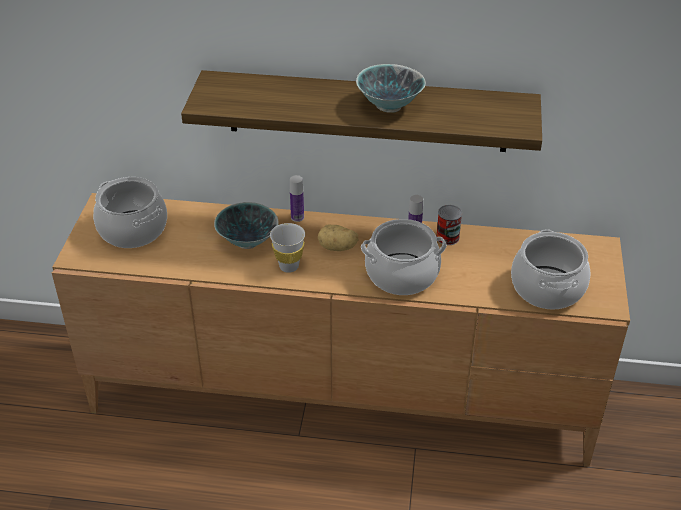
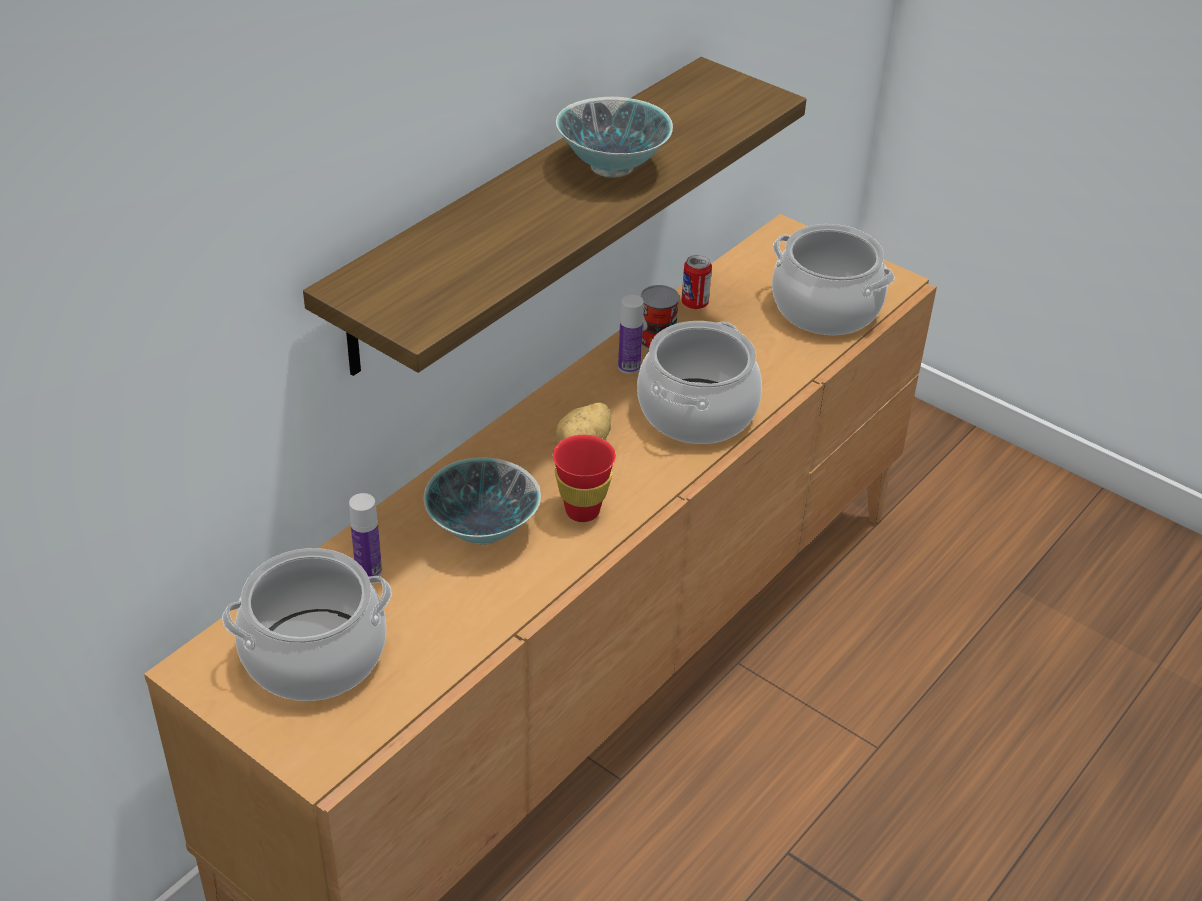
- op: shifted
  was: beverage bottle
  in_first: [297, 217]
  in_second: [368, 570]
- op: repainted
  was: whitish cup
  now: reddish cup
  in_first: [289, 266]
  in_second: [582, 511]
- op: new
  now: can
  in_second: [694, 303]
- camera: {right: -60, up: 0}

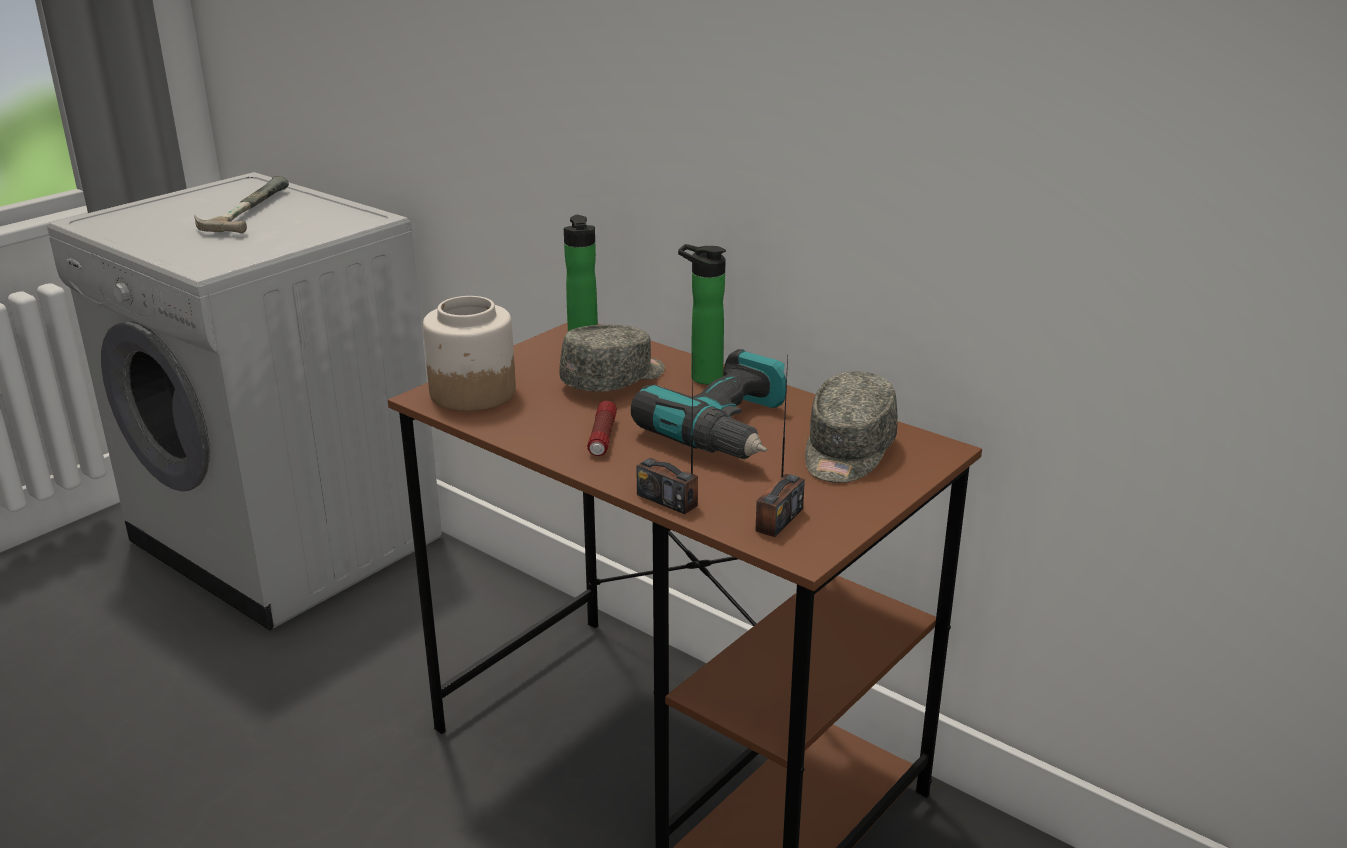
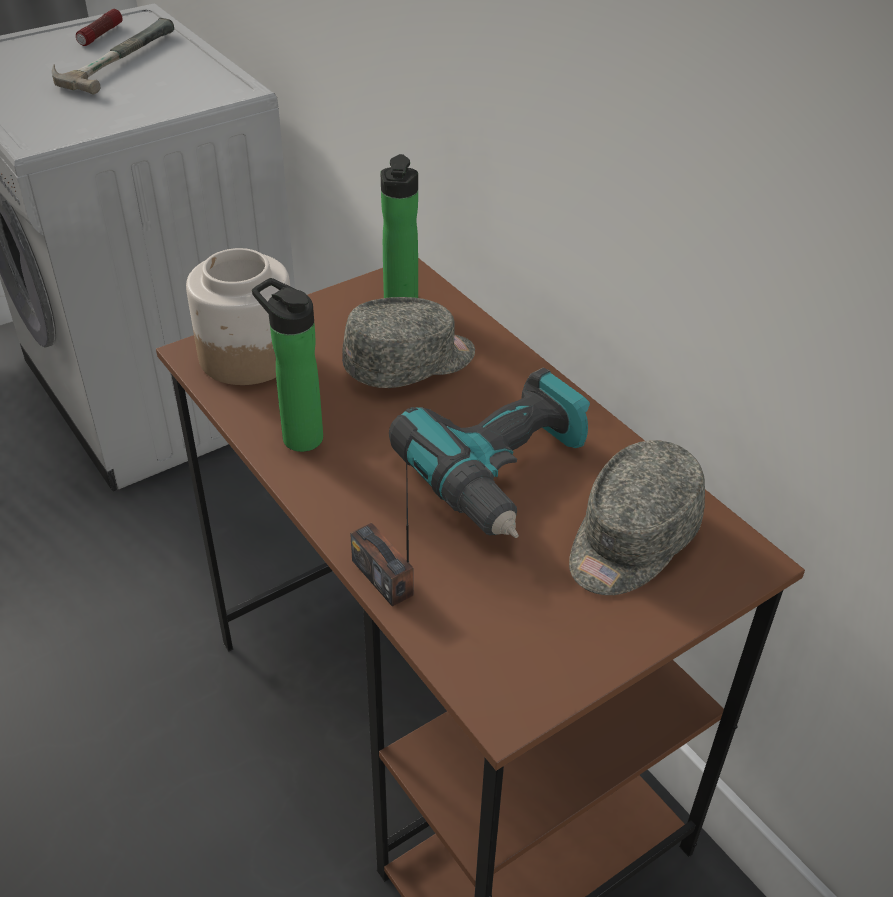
- op: shifted
  was: flashlight
  in_first: [602, 437]
  in_second: [100, 35]
- op: shifted
  was: beverage bottle
  in_first: [701, 377]
  in_second: [298, 436]
- op: gone
  was: radio
  in_first: [779, 519]
- camera: {right: 15, up: 15}

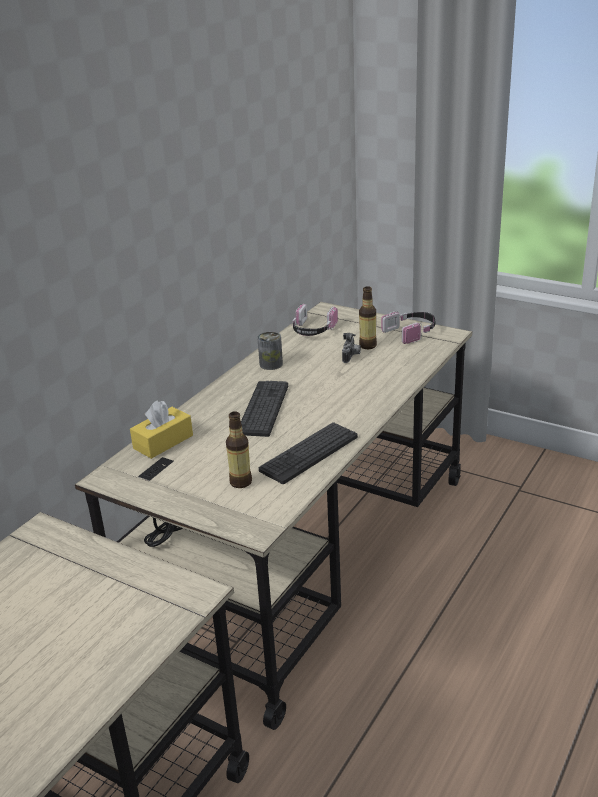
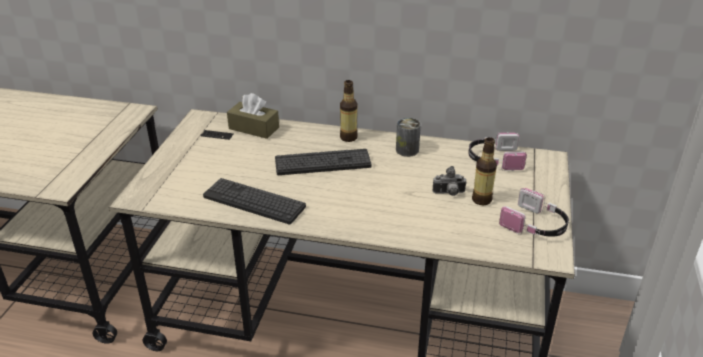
- op: repainted
  was: yellowish tissue box
  now: brown tissue box
  in_first: [163, 442]
  in_second: [254, 128]
- op: shifted
  was: beverage bottle
  in_first: [240, 482]
  in_second: [348, 137]
- camera: {right: 70, up: 5}

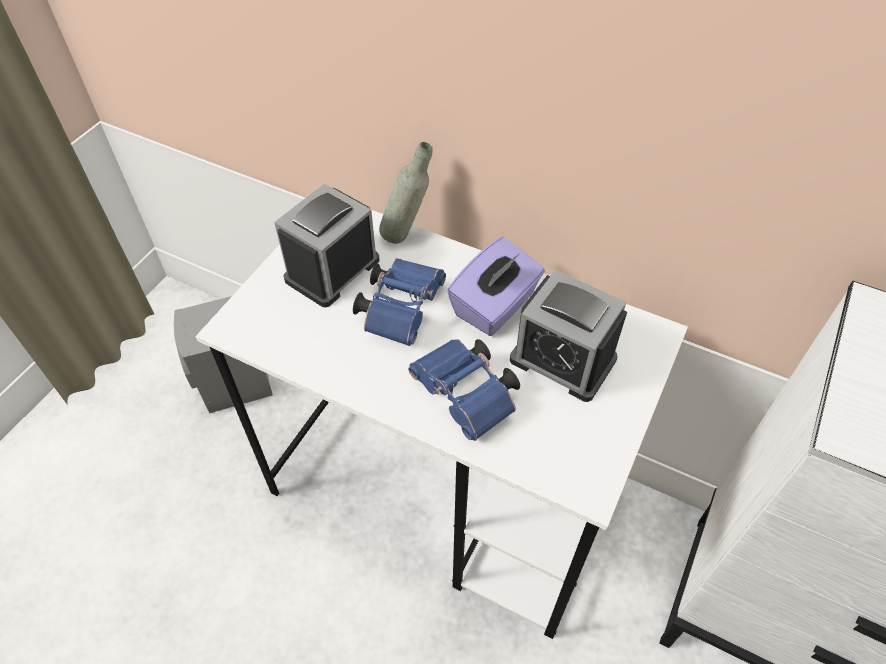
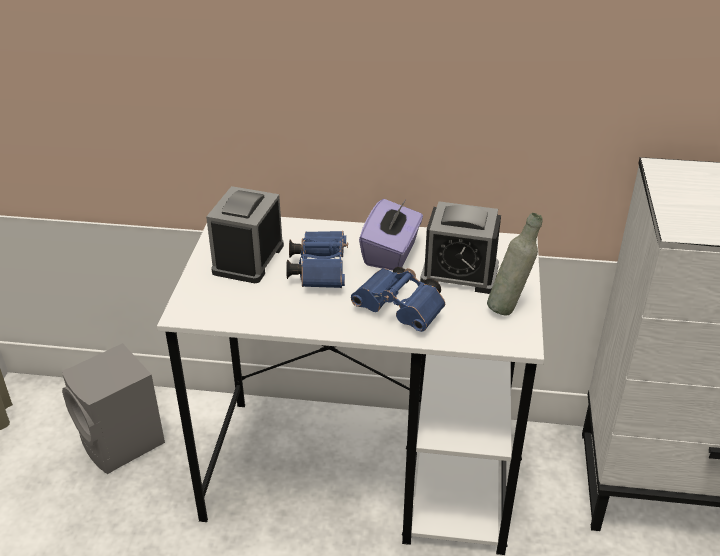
- op: shifted
  was: gray beverage bottle
  in_first: [407, 235]
  in_second: [509, 307]
- camera: {right: -20, up: -15}

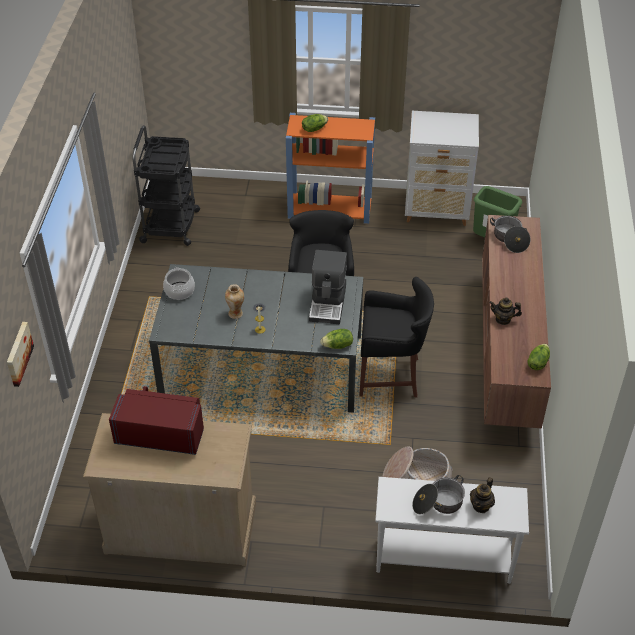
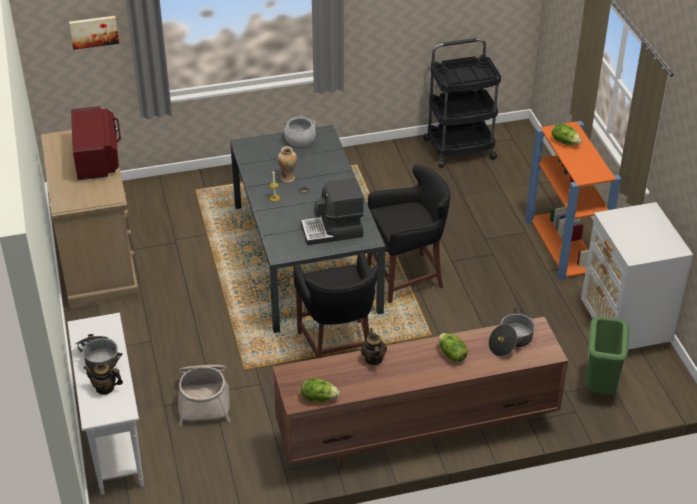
- op: shifted
  was: head of lettuce
  in_first: [337, 346]
  in_second: [451, 355]
- camera: {right: 70, up: -5}

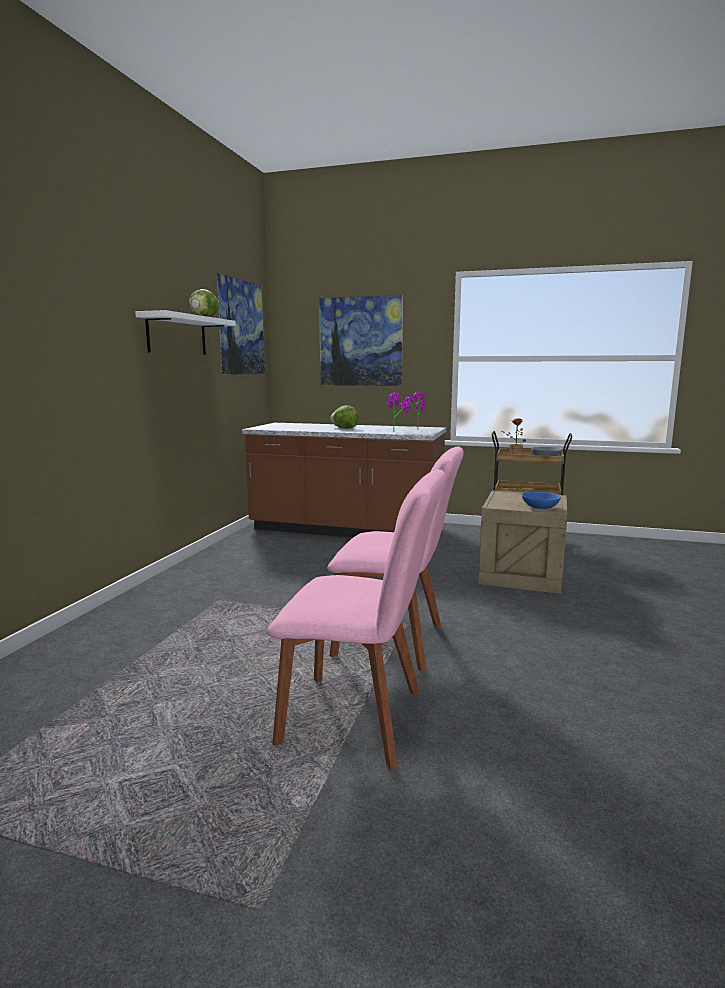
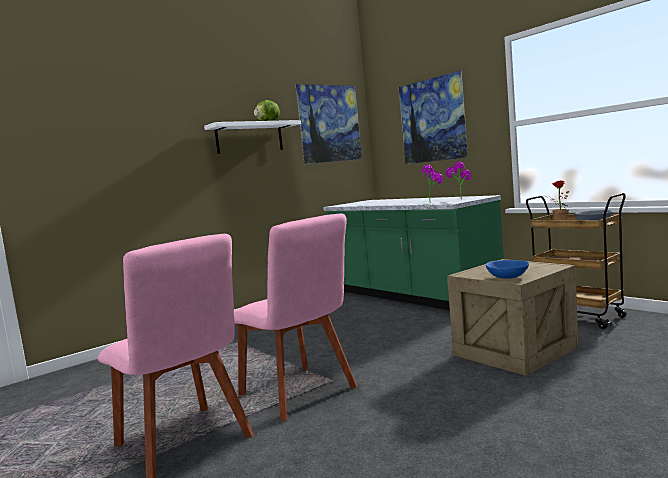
- op: repainted
  was: brown kitchen counter
  now: greenish kitchen counter
  in_first: [346, 530]
  in_second: [412, 296]
- op: gone
  was: head of lettuce
  in_first: [344, 428]
- camera: {right: 35, up: -5}

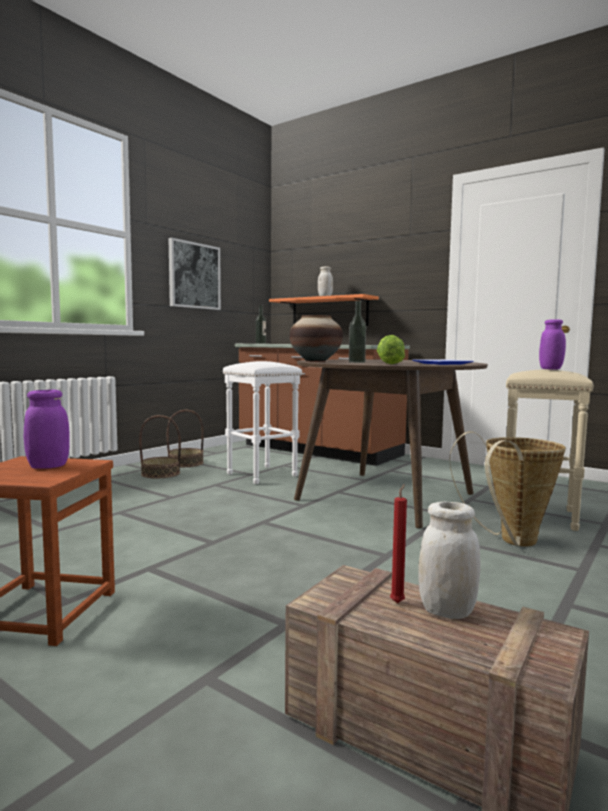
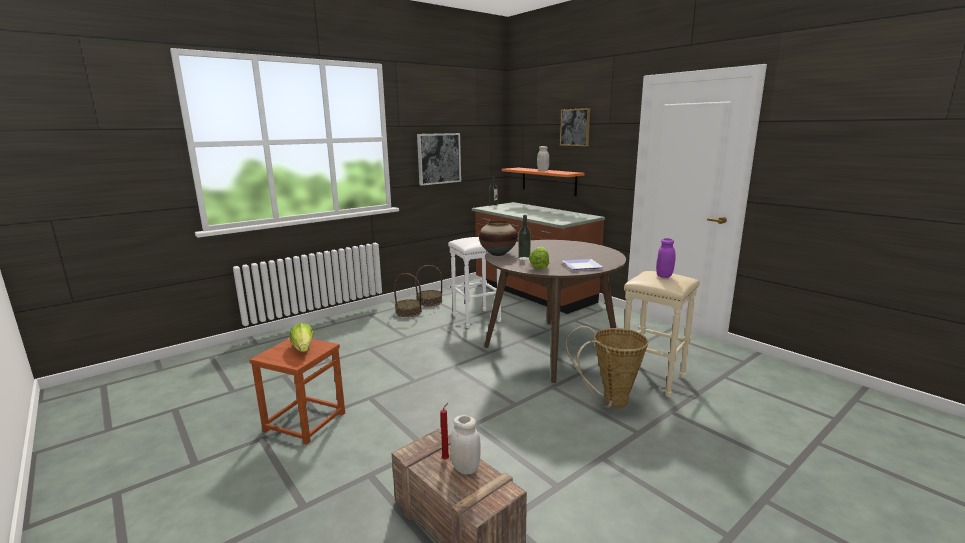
- op: swapped
  was: purple-coloured storage jar
  now: head of lettuce
  in_first: [48, 466]
  in_second: [303, 348]
- op: new
  now: picture
  in_second: [575, 127]
- camera: {right: 15, up: 10}

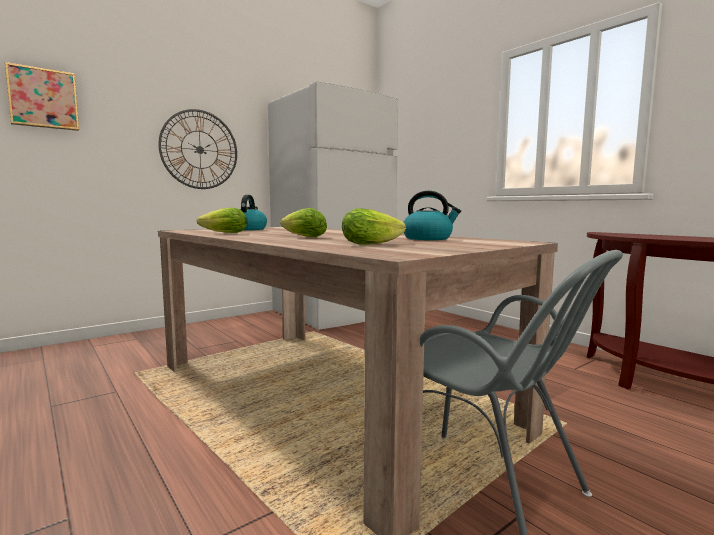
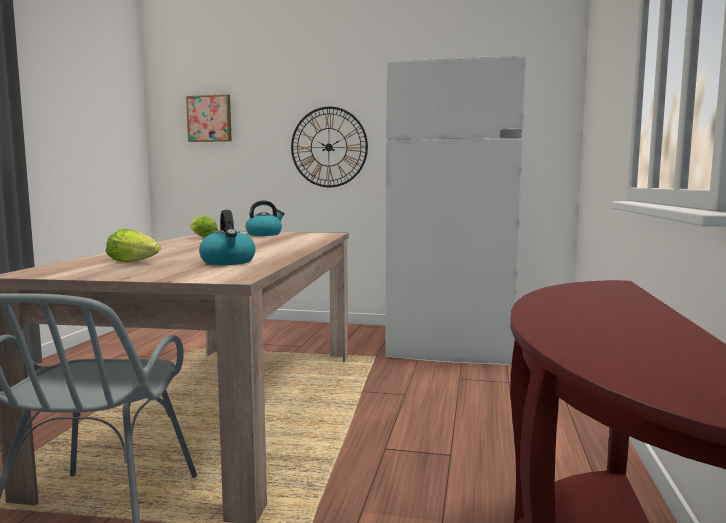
- op: gone
  was: head of lettuce
  in_first: [301, 237]
- camera: {right: 50, up: 0}

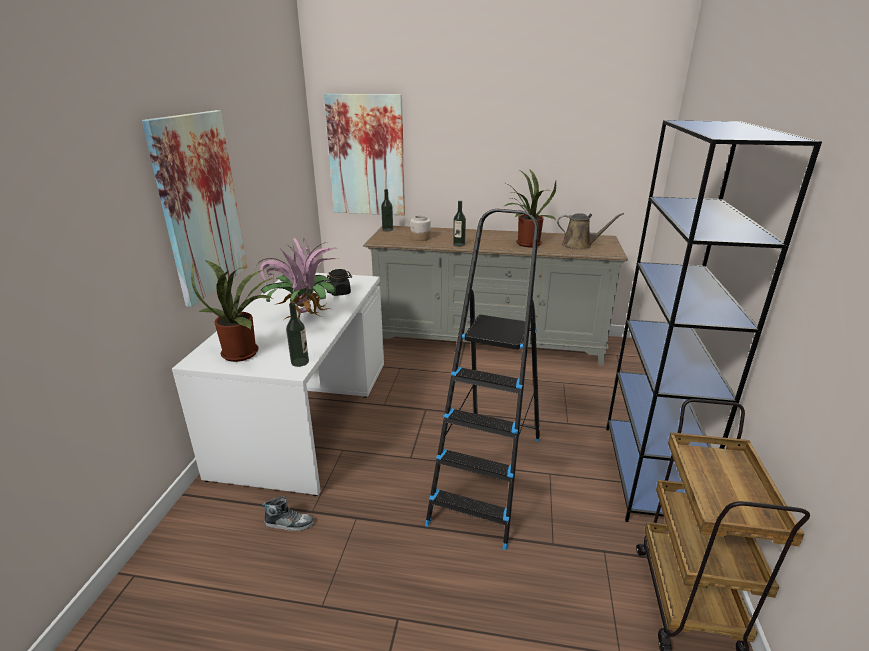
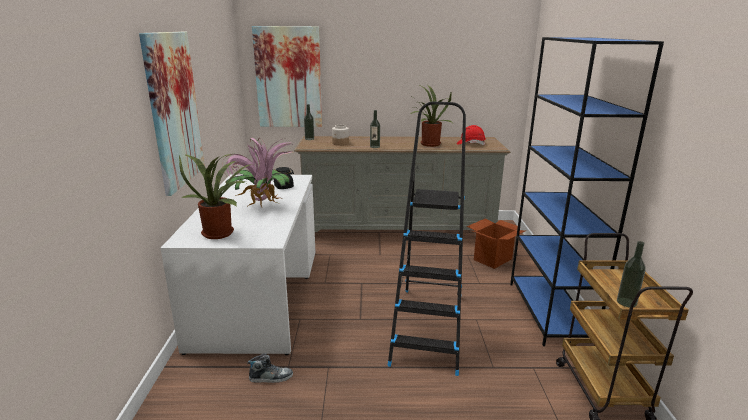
- op: swapped
  was: brown watering can
  now: reddish work helmet
  in_first: [580, 245]
  in_second: [470, 144]
- op: new
  now: cardboard box
  in_second: [492, 259]
- op: shifted
  was: beverage bottle
  in_first: [300, 362]
  in_second: [626, 302]
- camera: {right: -10, up: -5}

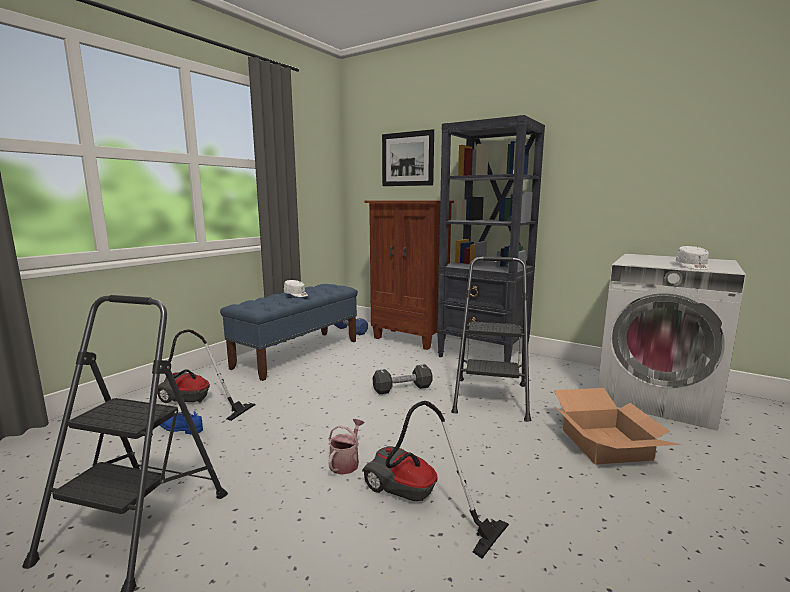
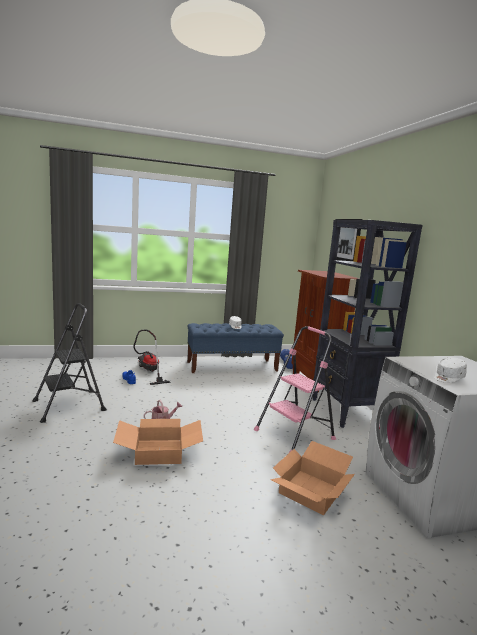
- op: swapped
  was: vacuum cleaner
  now: cardboard box
  in_first: [415, 502]
  in_second: [159, 451]
- op: repainted
  was: black stepladder
  now: pink stepladder
  in_first: [491, 396]
  in_second: [296, 433]
- op: gone
  was: black free weight
  in_first: [402, 389]
- camera: {right: 40, up: 0}

